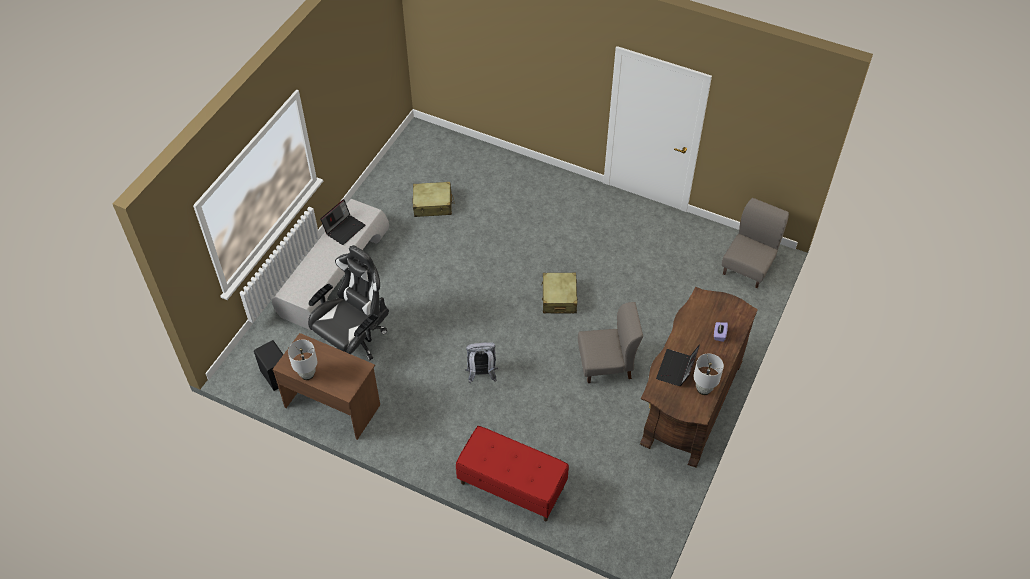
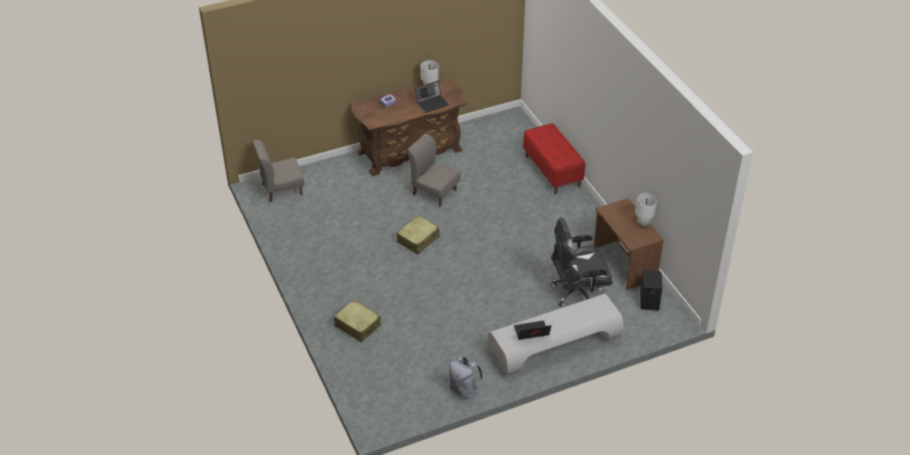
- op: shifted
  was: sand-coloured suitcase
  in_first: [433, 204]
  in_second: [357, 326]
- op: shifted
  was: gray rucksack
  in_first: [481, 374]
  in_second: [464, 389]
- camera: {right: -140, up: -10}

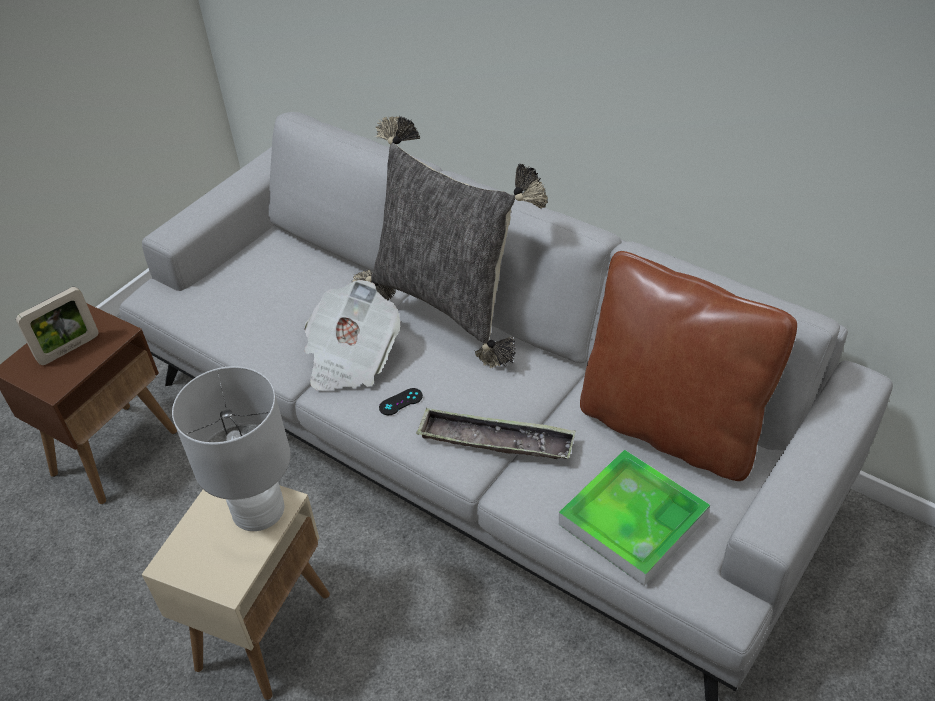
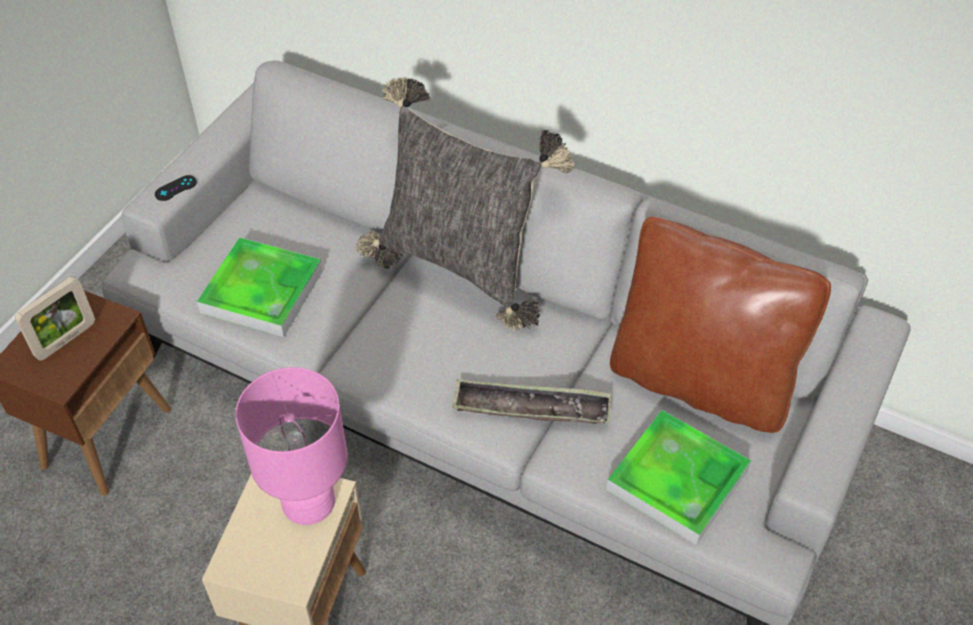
- op: shifted
  was: black game controller
  in_first: [401, 402]
  in_second: [175, 188]
- op: new
  now: carrying tray
  in_second: [262, 291]
- op: repainted
  was: gray table lamp
  now: pink table lamp
  in_first: [257, 509]
  in_second: [307, 501]
- op: gone
  was: printed paper
  in_first: [351, 358]
- camera: {right: -10, up: 5}

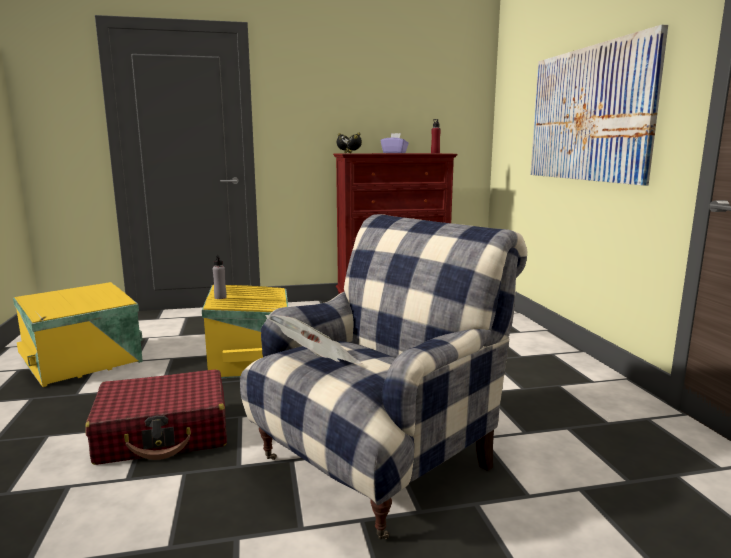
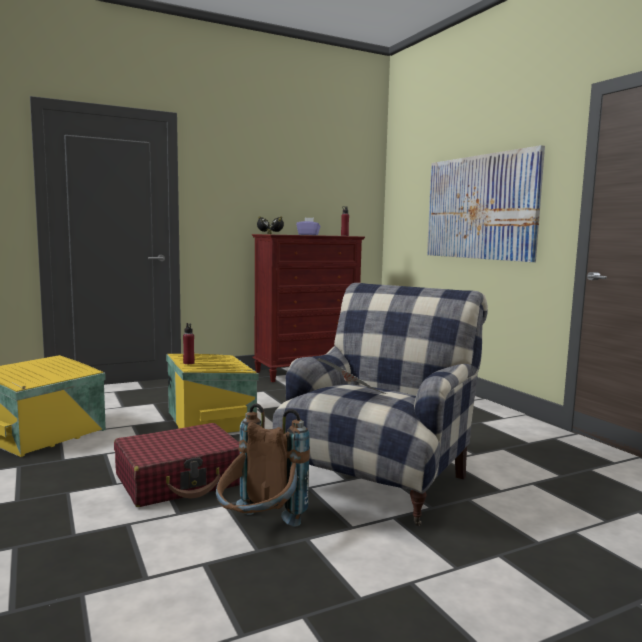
- op: repainted
  was: gray beverage bottle
  now: reddish beverage bottle
  in_first: [220, 297]
  in_second: [188, 363]
- op: new
  now: brown rucksack
  in_second: [259, 530]
- camera: {right: -15, up: -5}

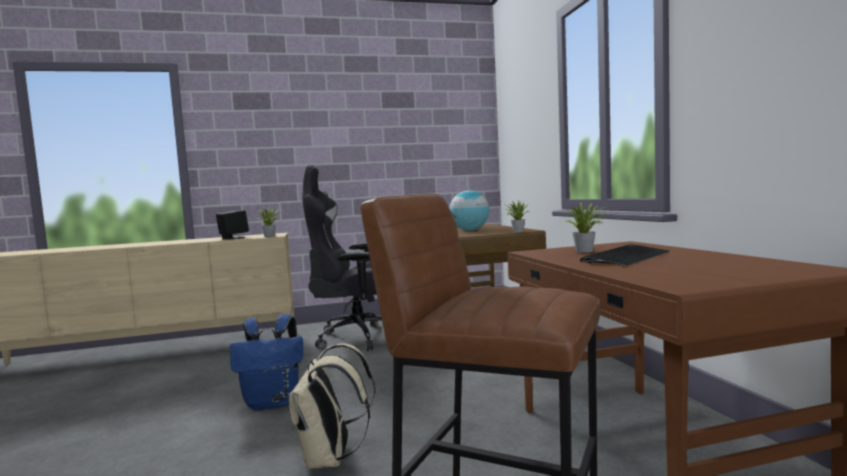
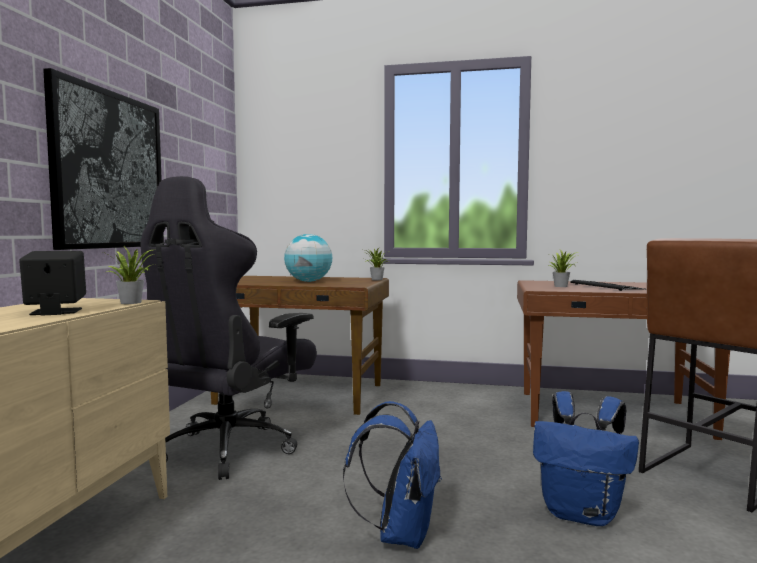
- op: new
  now: picture
  in_second: [109, 170]
- op: repainted
  was: sand-coloured rucksack
  now: bluish rucksack
  in_first: [331, 459]
  in_second: [582, 513]
- camera: {right: -65, up: 0}

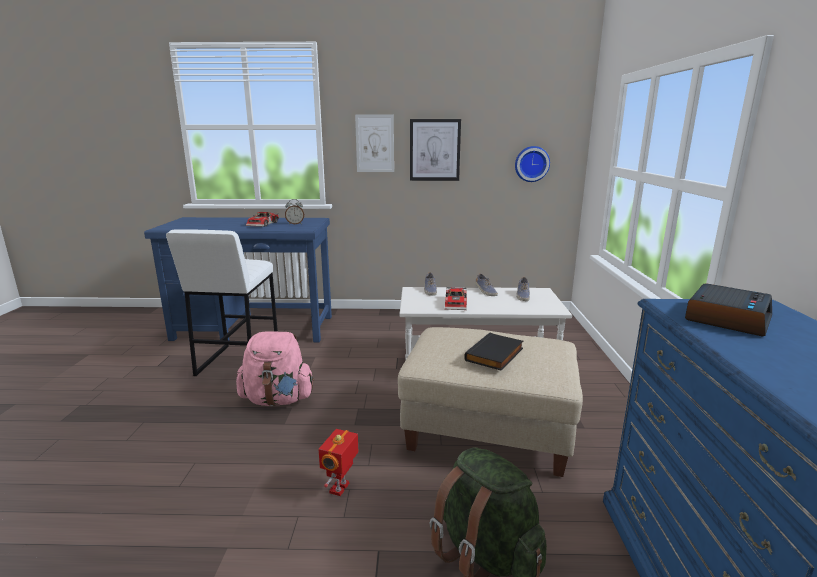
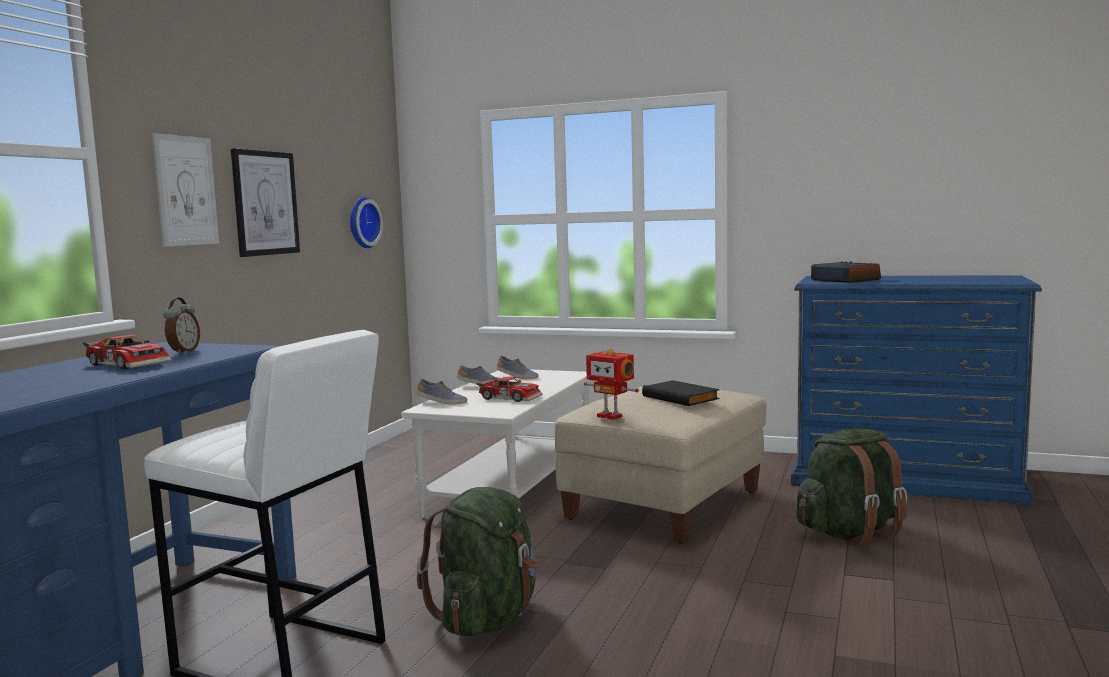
- op: repainted
  was: pink rucksack
  now: greenish rucksack
  in_first: [278, 399]
  in_second: [487, 619]
- op: shifted
  was: robot figure
  in_first: [340, 488]
  in_second: [610, 416]
- camera: {right: -70, up: -10}

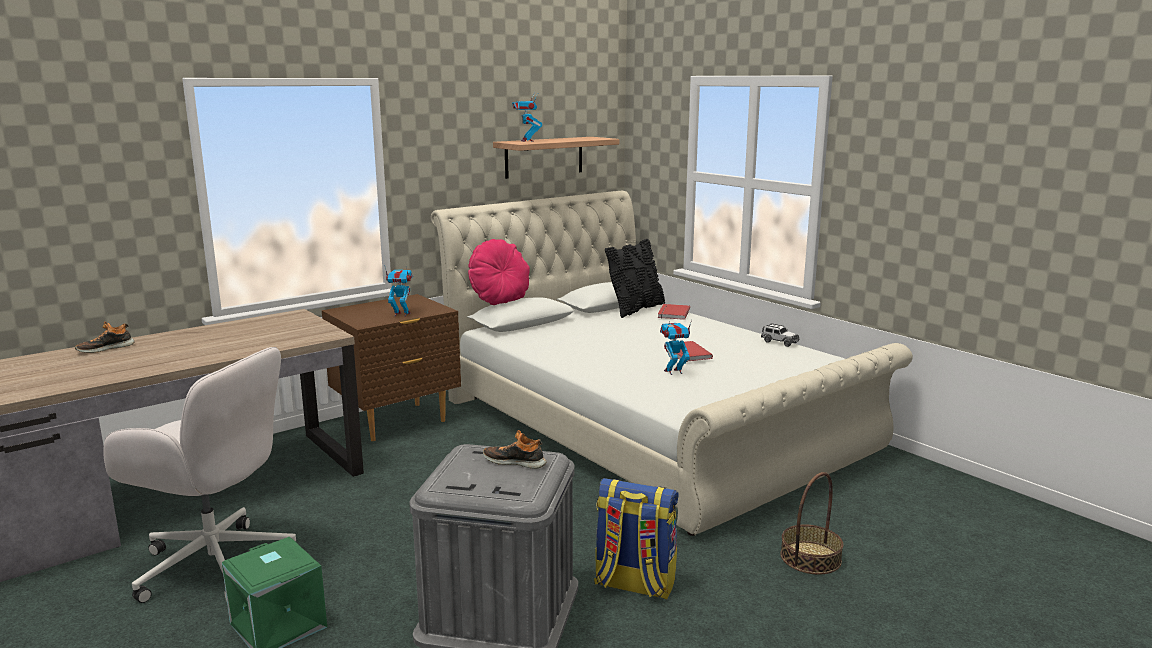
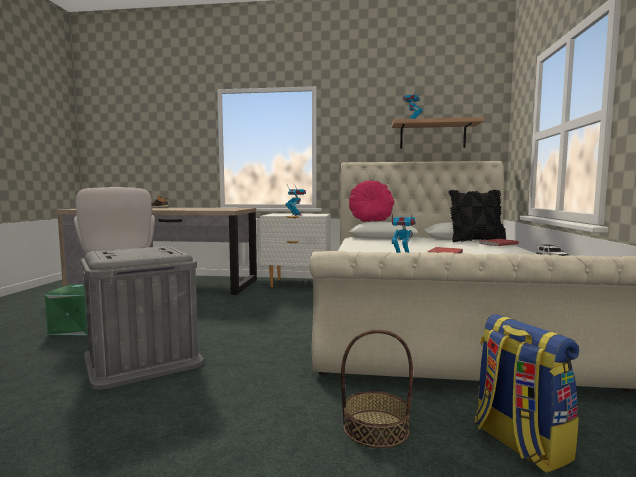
- op: repainted
  was: brown bedside table
  now: whitish bedside table
  in_first: [397, 422]
  in_second: [297, 284]
- op: shifted
  was: rucksack
  in_first: [634, 584]
  in_second: [519, 443]
- op: gone
  was: low shoe
  in_first: [515, 462]
- camera: {right: 45, up: -10}

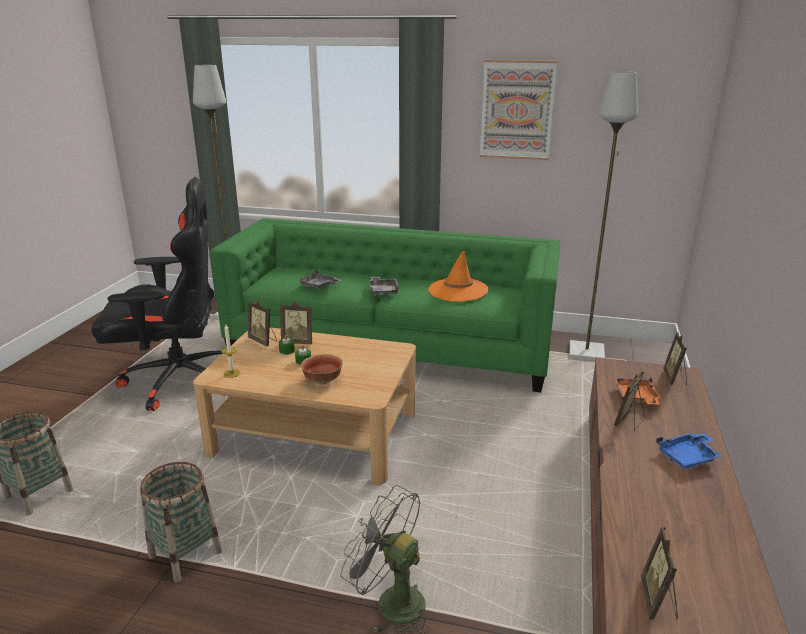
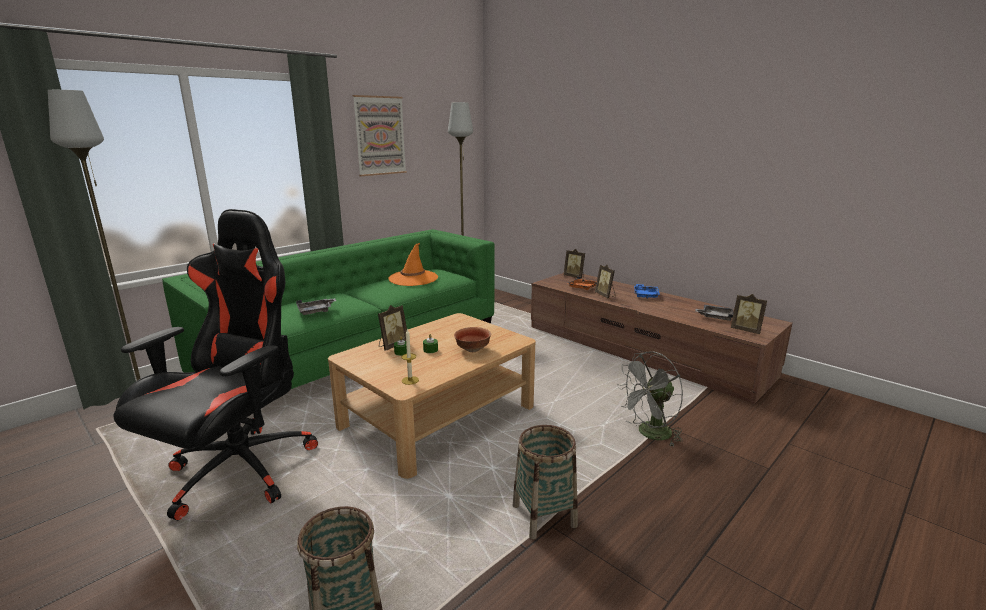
- op: shifted
  was: gray carrying tray
  in_first: [383, 291]
  in_second: [715, 317]
- op: gone
  was: standing frame
  in_first: [263, 341]
- camera: {right: -60, up: -5}

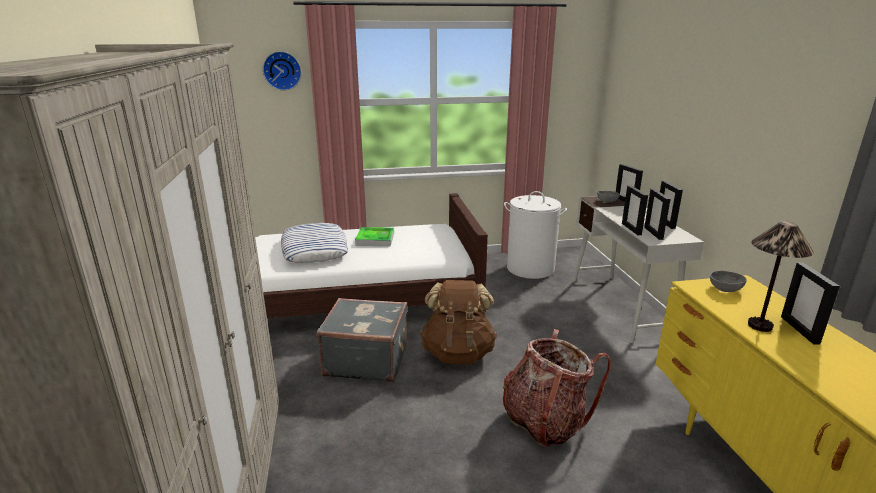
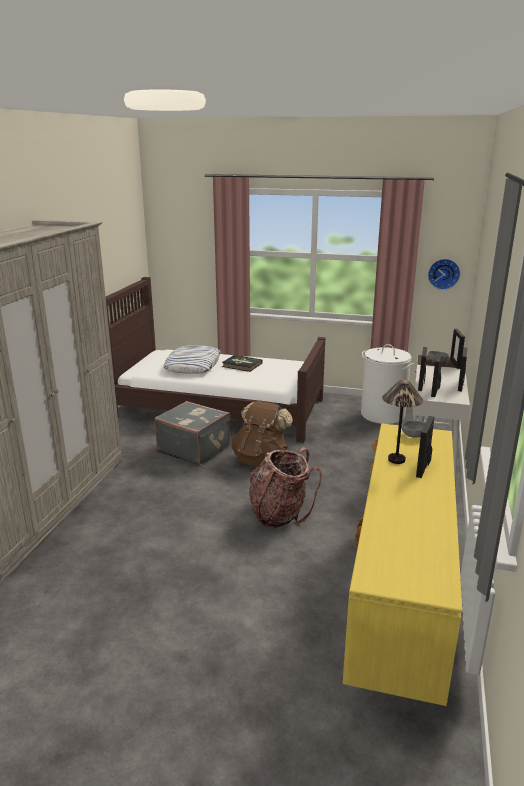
- op: swapped
  was: carrying tray
  now: volume
  in_first: [375, 239]
  in_second: [242, 365]
- op: shifted
  was: wall clock
  in_first: [282, 70]
  in_second: [443, 273]
- camera: {right: 25, up: 0}

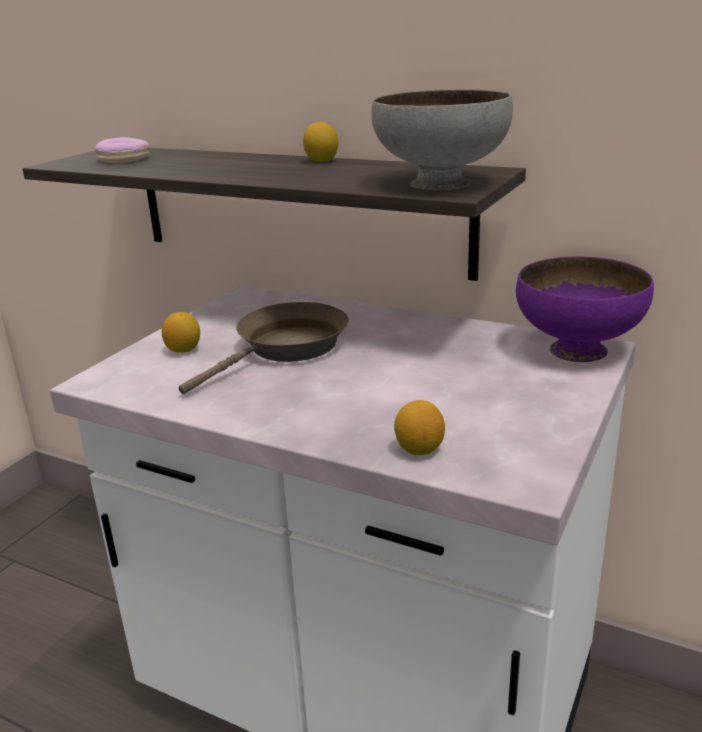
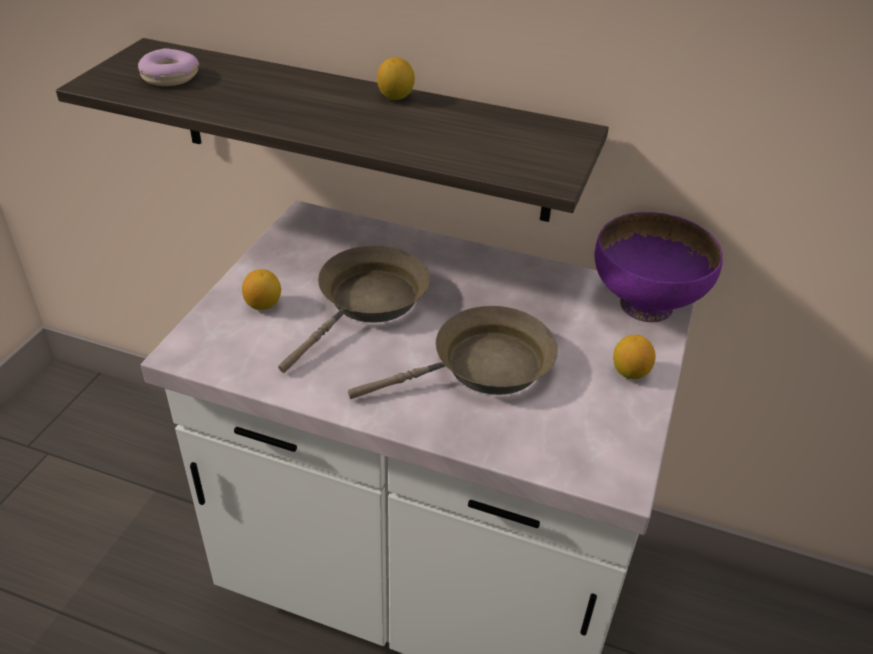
- op: new
  now: brown skillet
  in_second: [483, 367]
- op: shifted
  was: citrus fruit
  in_first: [419, 449]
  in_second: [629, 372]
- op: gone
  was: gray deep dish
  in_first: [441, 183]
- camera: {right: -10, up: 15}

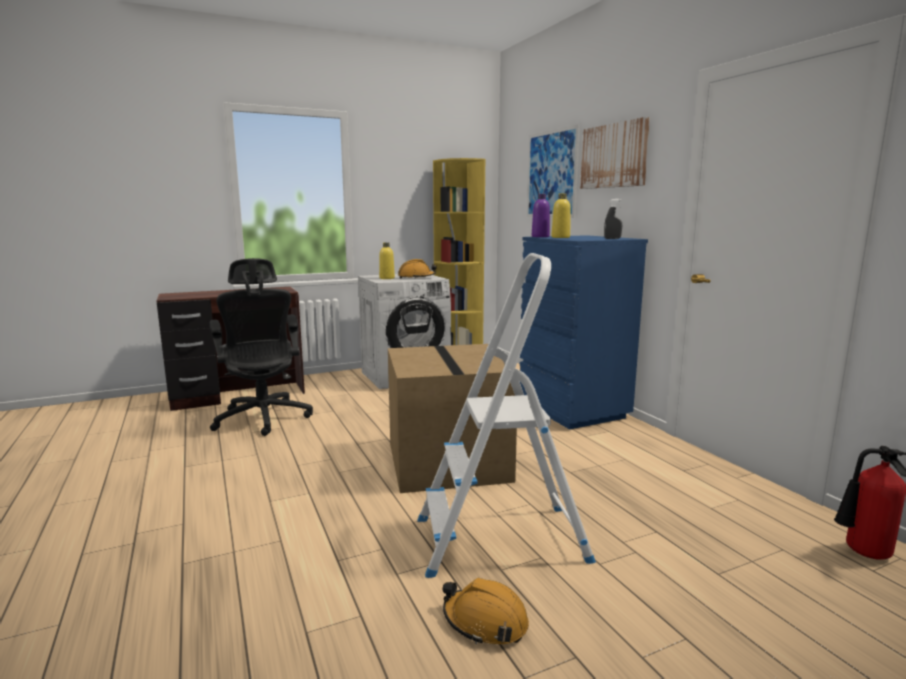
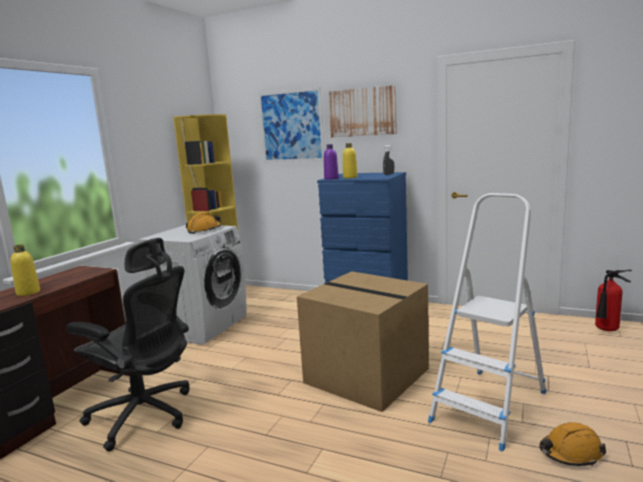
- op: shifted
  was: yellowish beverage bottle
  in_first: [387, 278]
  in_second: [28, 293]
- camera: {right: -40, up: 0}

